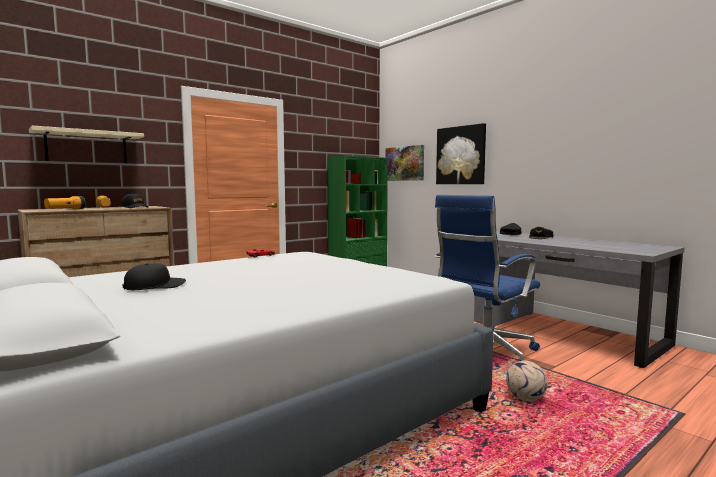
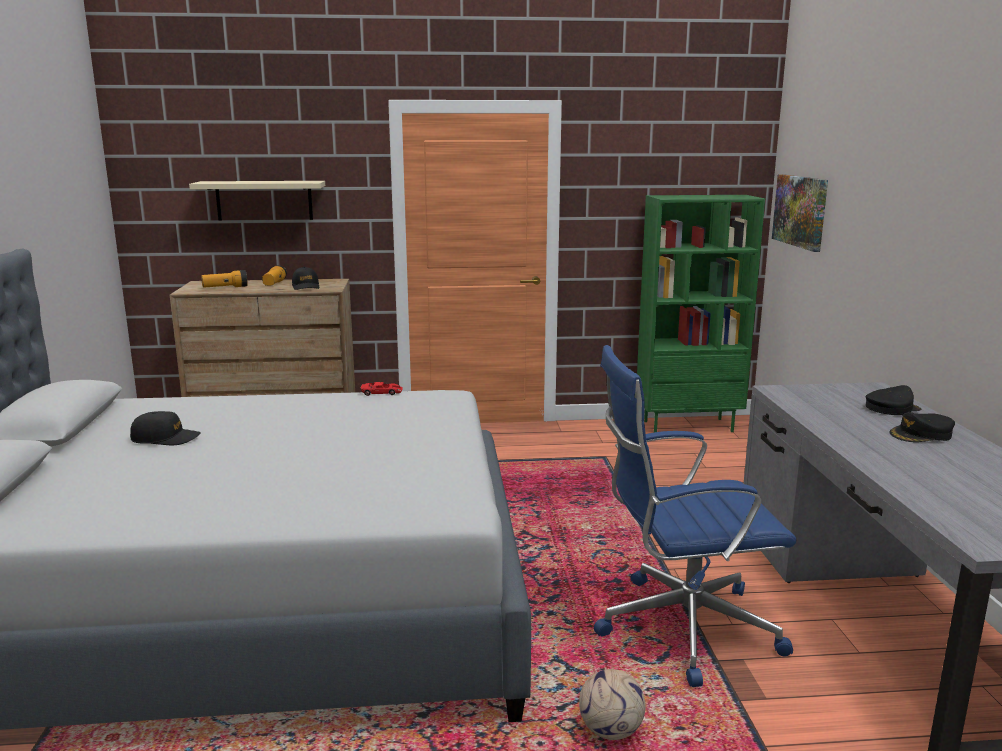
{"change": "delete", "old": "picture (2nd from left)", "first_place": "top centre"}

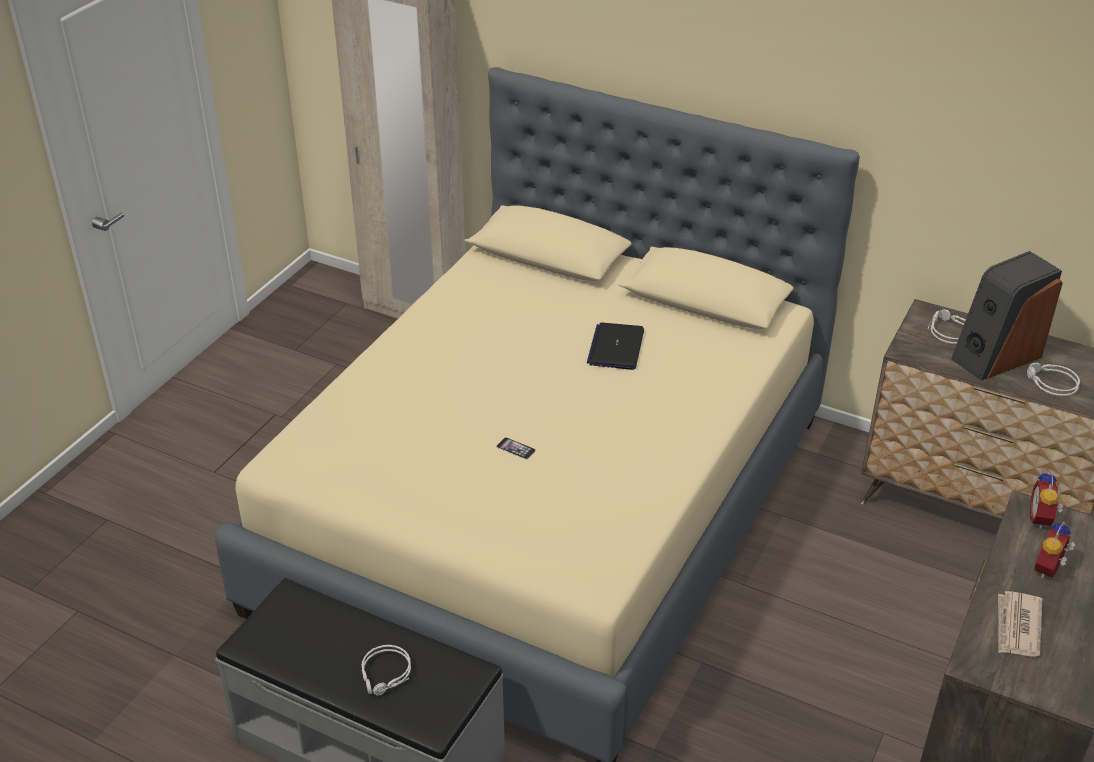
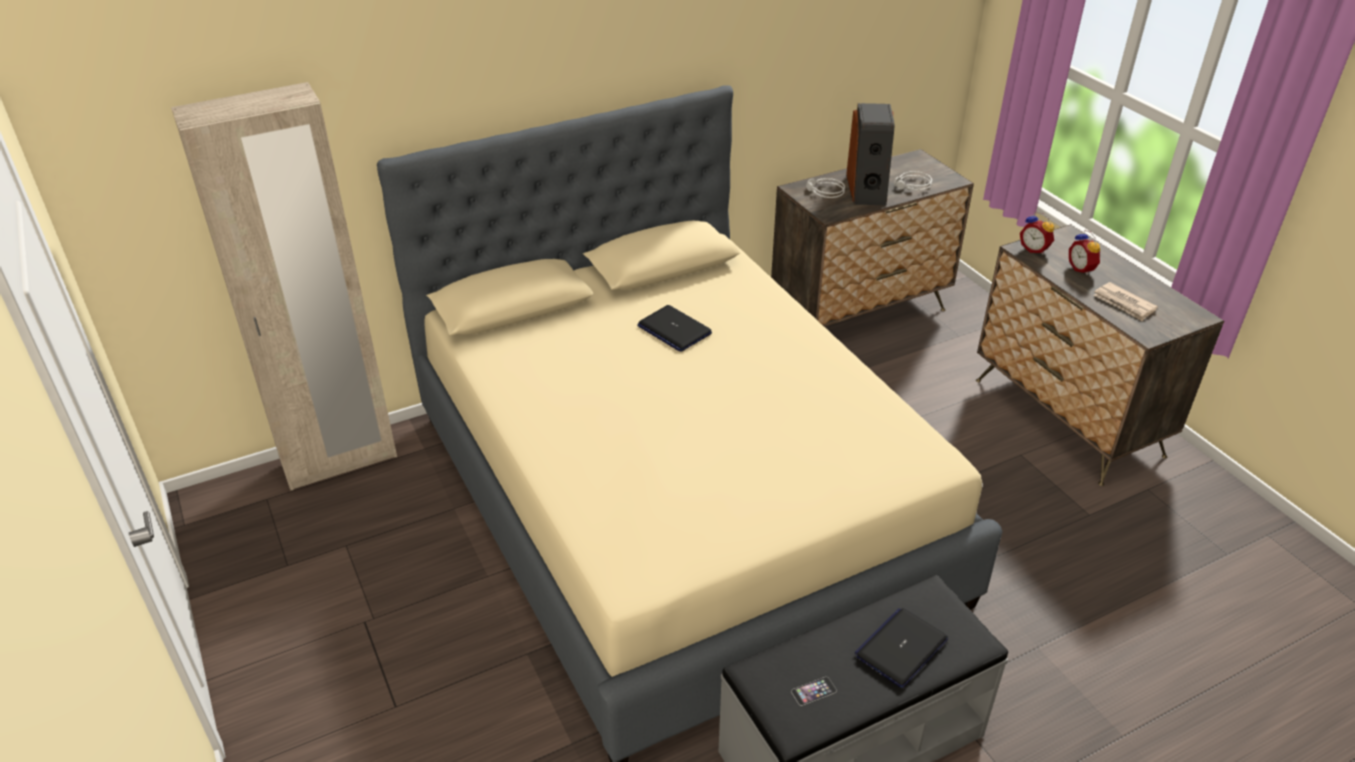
{"change": "move", "old": "phone", "first_place": "centre", "second_place": "bottom centre"}
{"change": "replace", "old": "headphones (grey) (1st from left)", "new": "laptop (2nd from left)", "first_place": "bottom centre", "second_place": "bottom centre"}

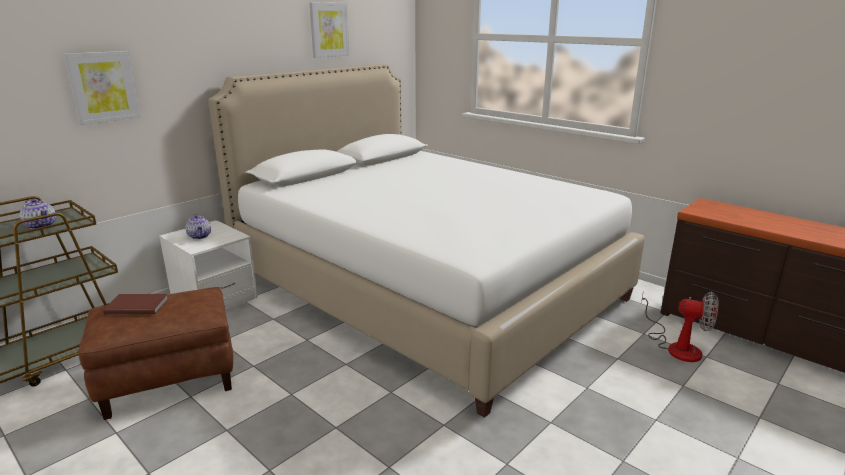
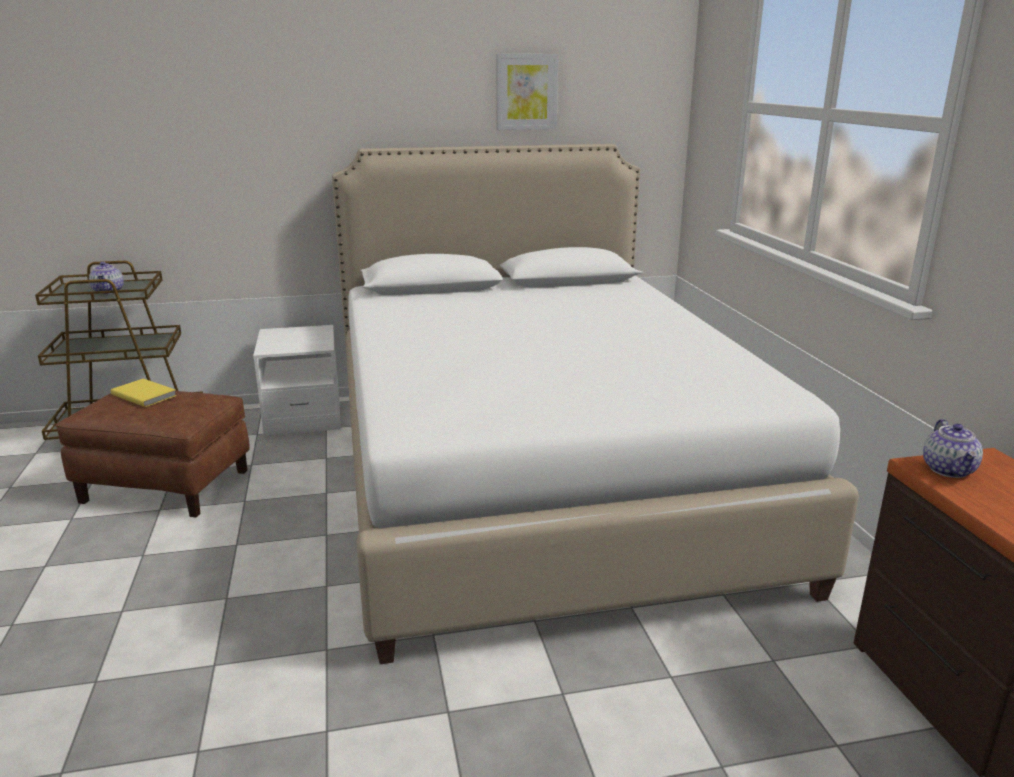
{"change": "delete", "old": "picture (1st from left)", "first_place": "top left"}
{"change": "delete", "old": "fan", "first_place": "bottom right"}
{"change": "move", "old": "teapot (2nd from left)", "first_place": "middle left", "second_place": "middle right"}
{"change": "recolor", "old": "book (brown)", "new": "book (yellow)", "first_place": "middle left", "second_place": "middle left"}

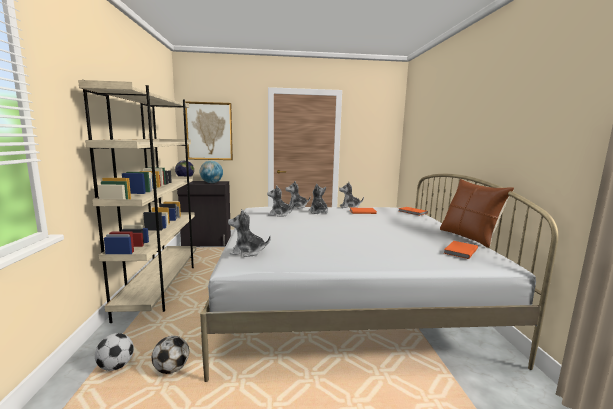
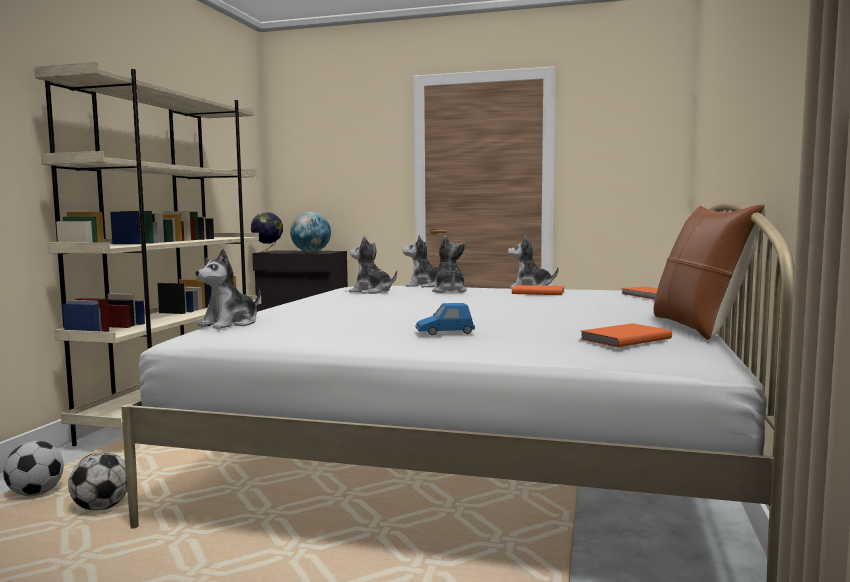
{"change": "delete", "old": "picture", "first_place": "top centre"}
{"change": "insert", "new": "toy car (blue)", "second_place": "centre"}
{"change": "rotate", "old": "plush toy (1st from left)", "first_place": "centre", "second_place": "middle left", "degrees": -75}

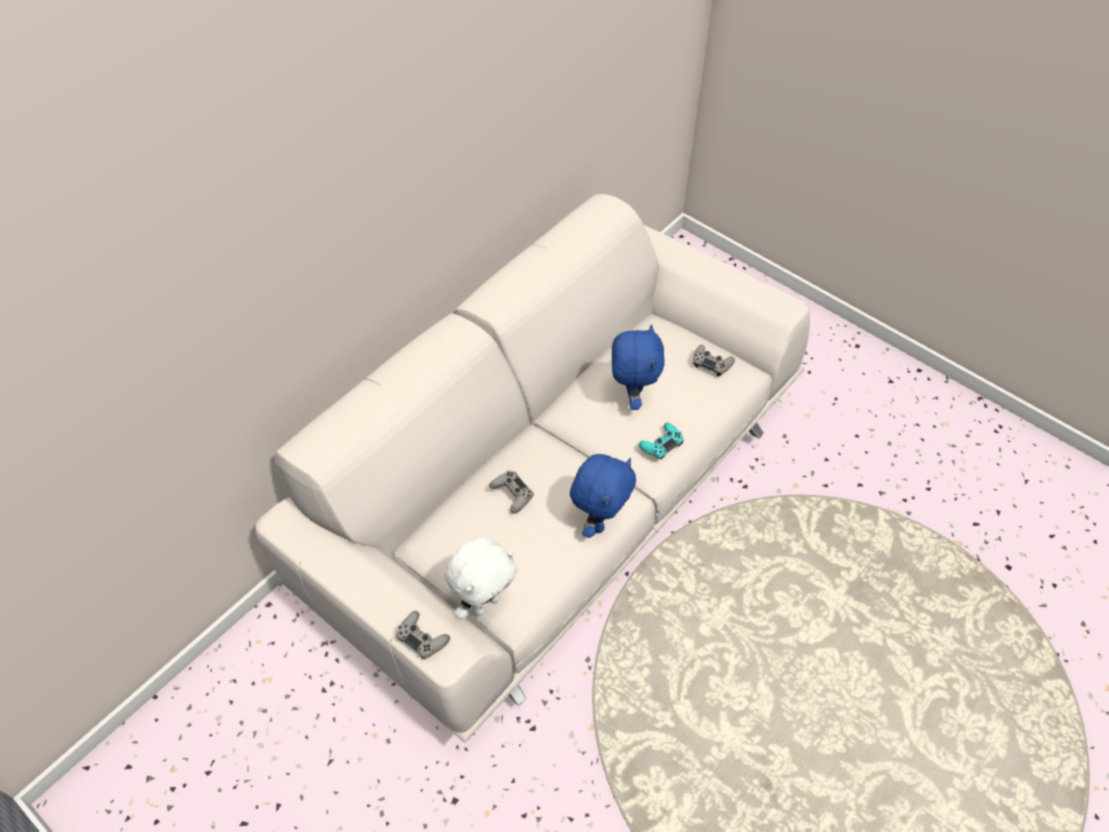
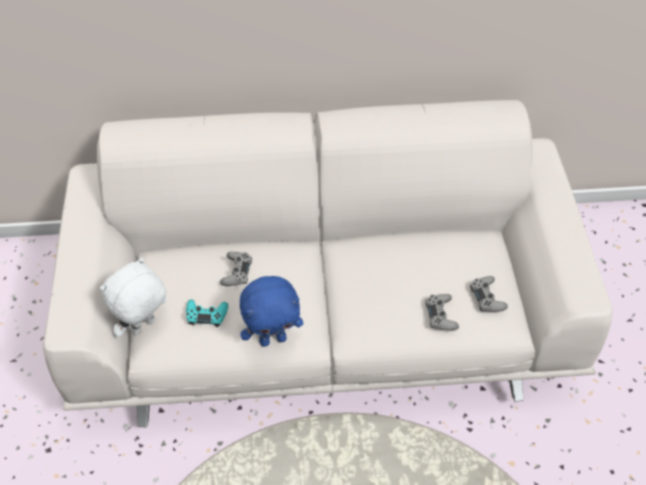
{"change": "delete", "old": "plush toy (blue) (2nd from left)", "first_place": "centre"}
{"change": "move", "old": "game controller (grey) (1st from left in the first image)", "new": "game controller (grey) (2nd from left)", "first_place": "bottom centre", "second_place": "middle right"}
{"change": "move", "old": "game controller (turquoise)", "first_place": "centre", "second_place": "middle left"}
{"change": "rotate", "old": "plush toy (white)", "first_place": "bottom centre", "second_place": "middle left", "degrees": 135}

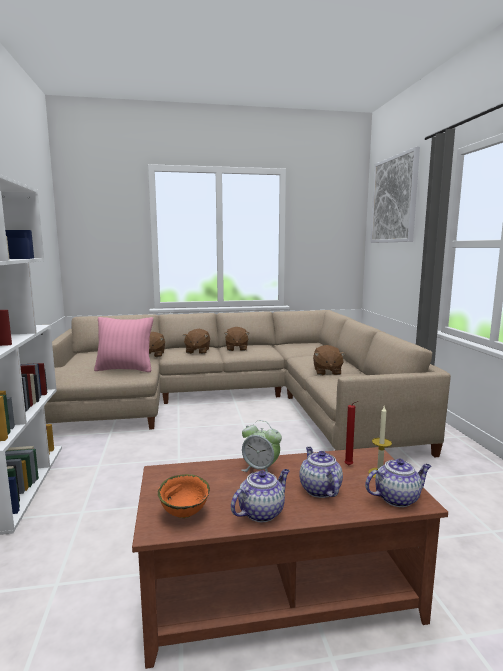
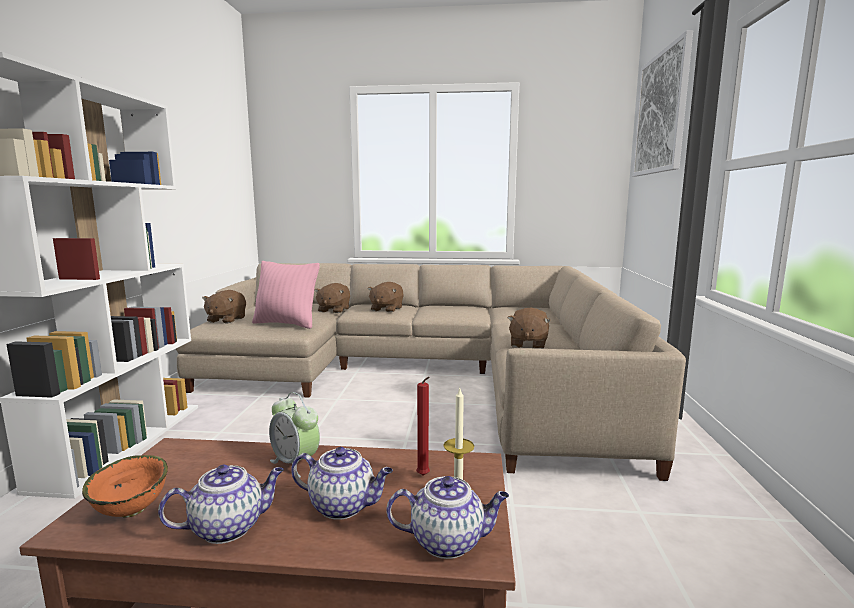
{"change": "move", "old": "plush toy (brown) (3rd from left in the first image)", "new": "plush toy (brown) (1st from left)", "first_place": "centre", "second_place": "middle left"}
{"change": "rotate", "old": "teapot (2nd from left)", "first_place": "bottom centre", "second_place": "bottom centre", "degrees": 105}

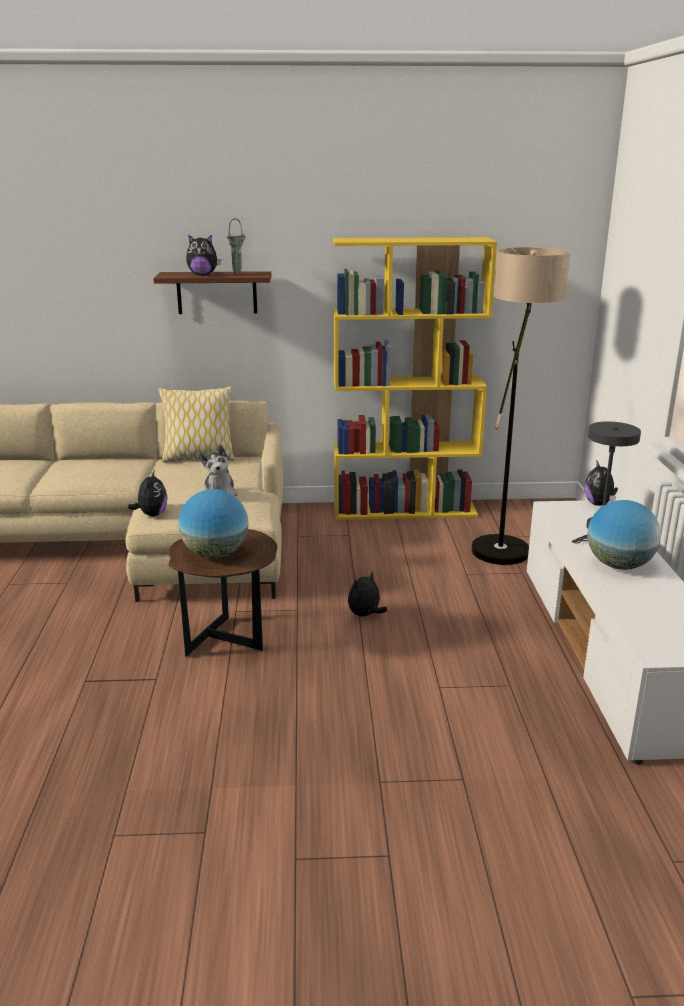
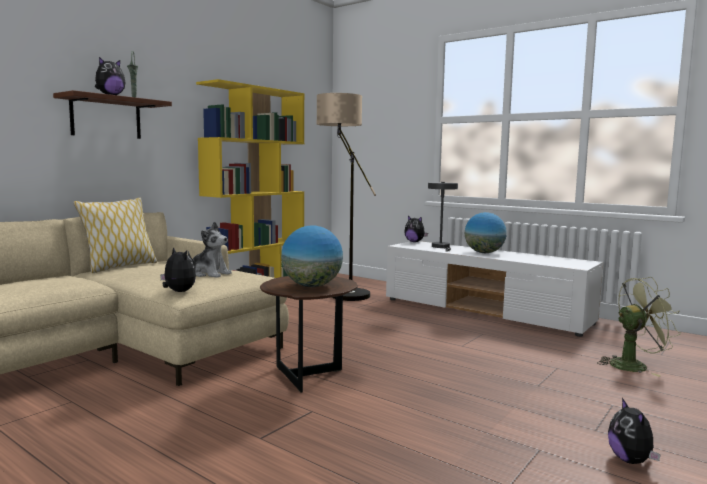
{"change": "insert", "new": "fan (green)", "second_place": "bottom right"}
{"change": "move", "old": "plush toy (4th from left in the first image)", "new": "plush toy (5th from left)", "first_place": "centre", "second_place": "bottom right"}

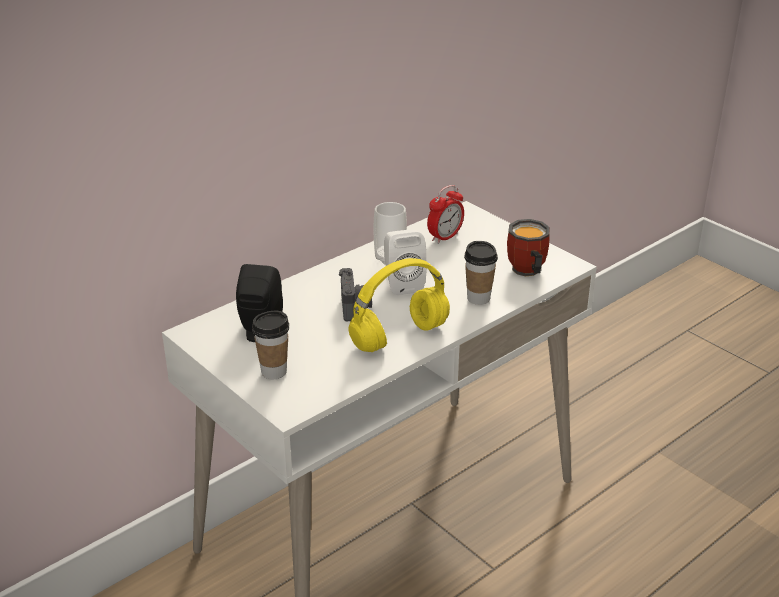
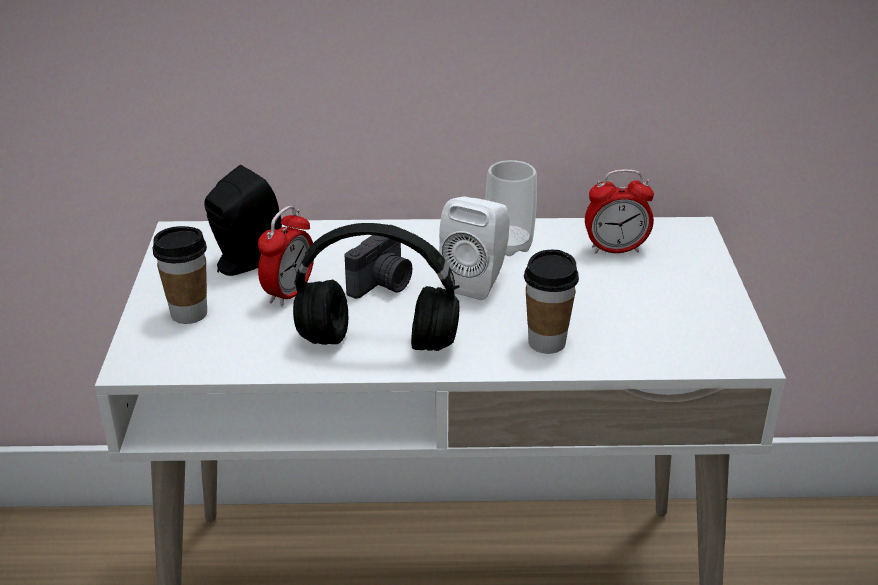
{"change": "delete", "old": "mug", "first_place": "middle right"}
{"change": "insert", "new": "alarm clock (1st from left)", "second_place": "middle left"}
{"change": "recolor", "old": "headphones (yellow)", "new": "headphones (black)", "first_place": "centre", "second_place": "centre"}

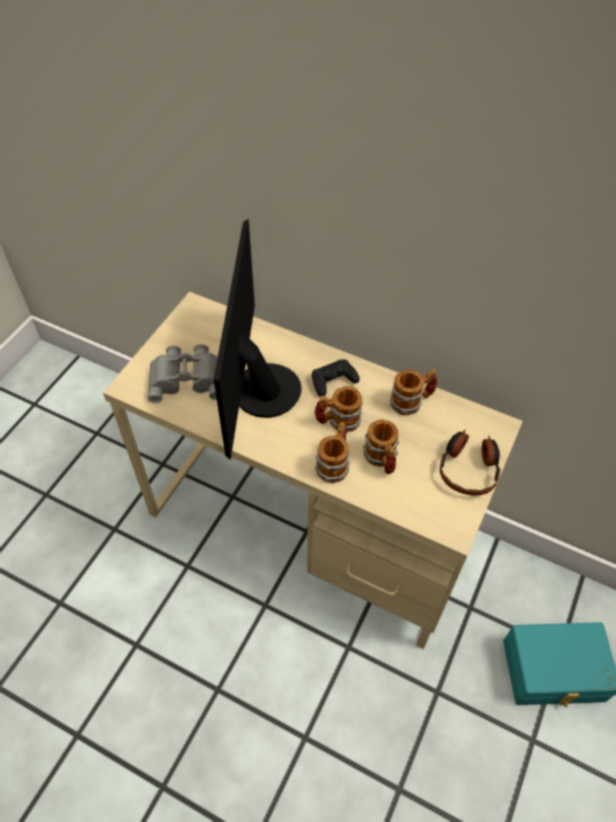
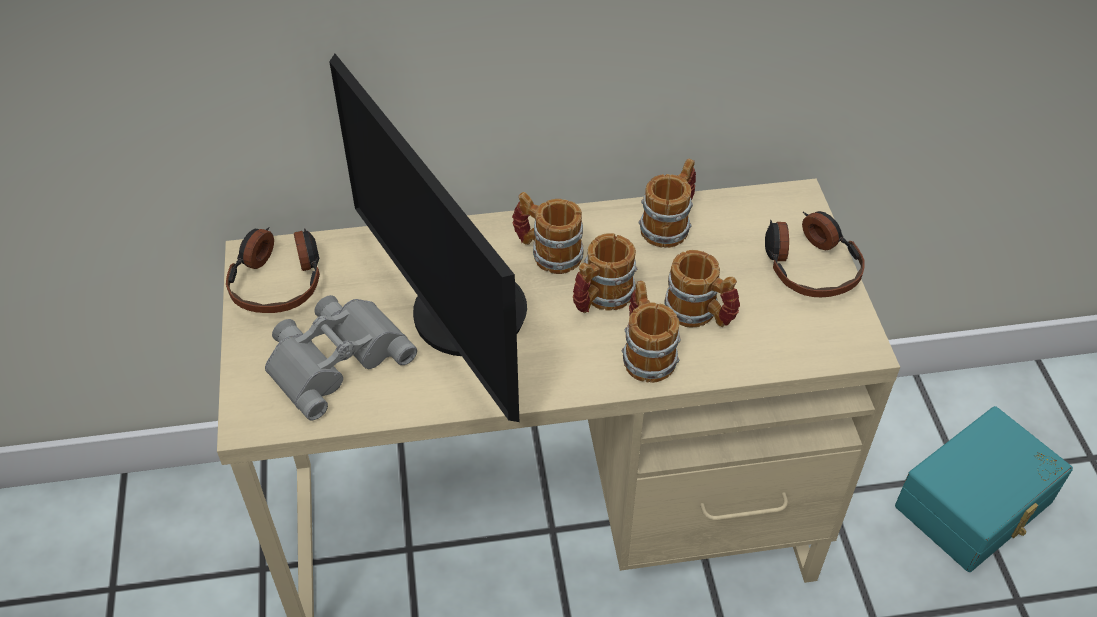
{"change": "insert", "new": "headphones (1st from left)", "second_place": "middle left"}
{"change": "replace", "old": "game controller (black)", "new": "mug (1st from left)", "first_place": "centre", "second_place": "centre"}

